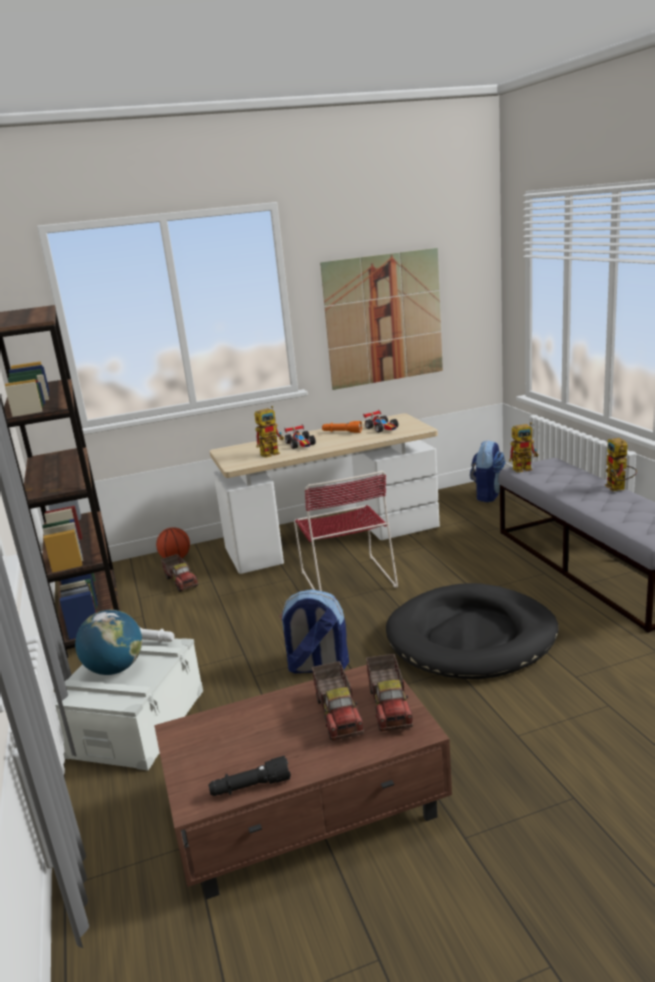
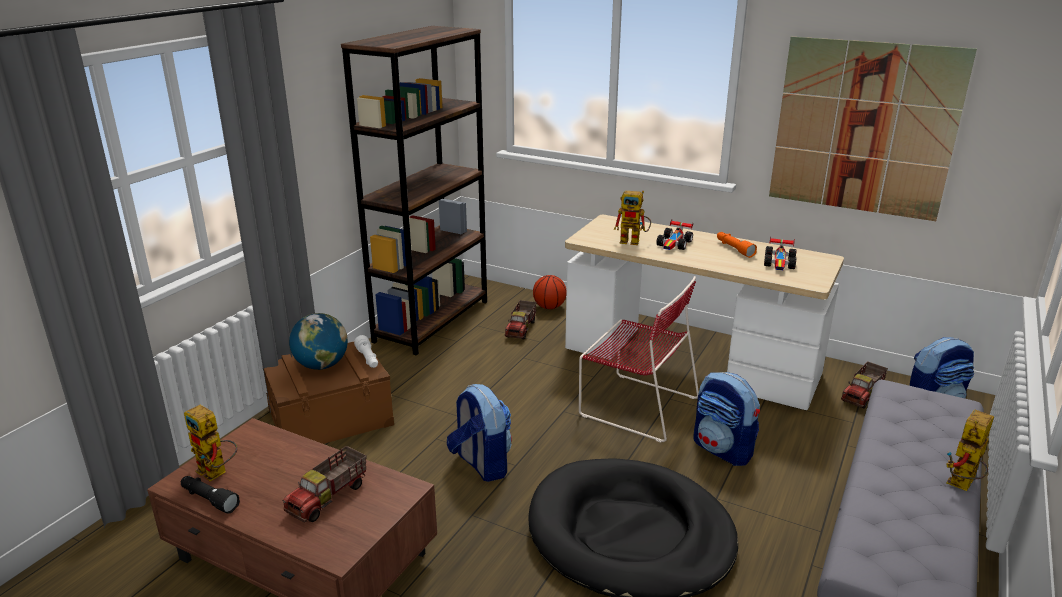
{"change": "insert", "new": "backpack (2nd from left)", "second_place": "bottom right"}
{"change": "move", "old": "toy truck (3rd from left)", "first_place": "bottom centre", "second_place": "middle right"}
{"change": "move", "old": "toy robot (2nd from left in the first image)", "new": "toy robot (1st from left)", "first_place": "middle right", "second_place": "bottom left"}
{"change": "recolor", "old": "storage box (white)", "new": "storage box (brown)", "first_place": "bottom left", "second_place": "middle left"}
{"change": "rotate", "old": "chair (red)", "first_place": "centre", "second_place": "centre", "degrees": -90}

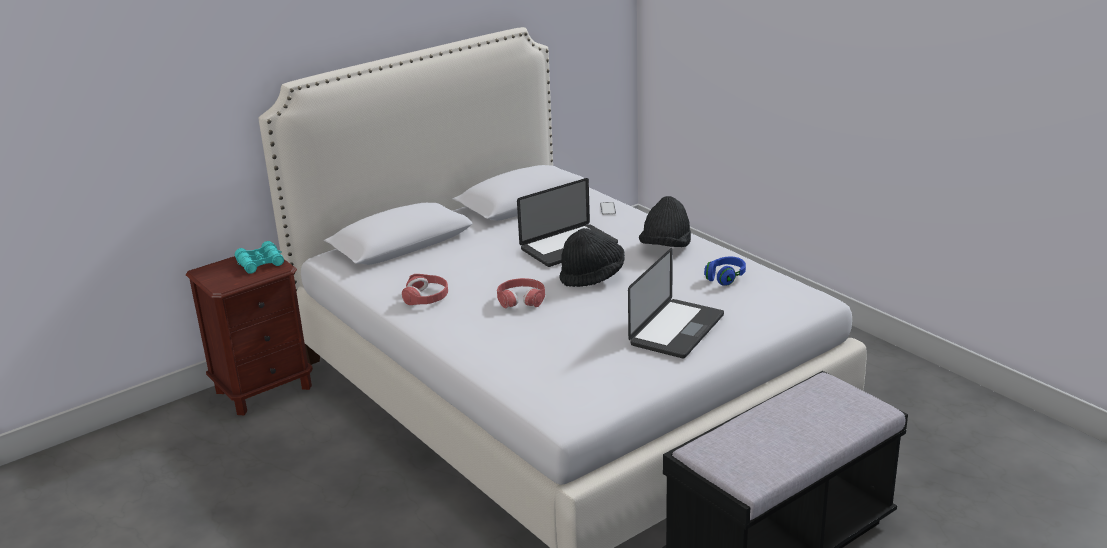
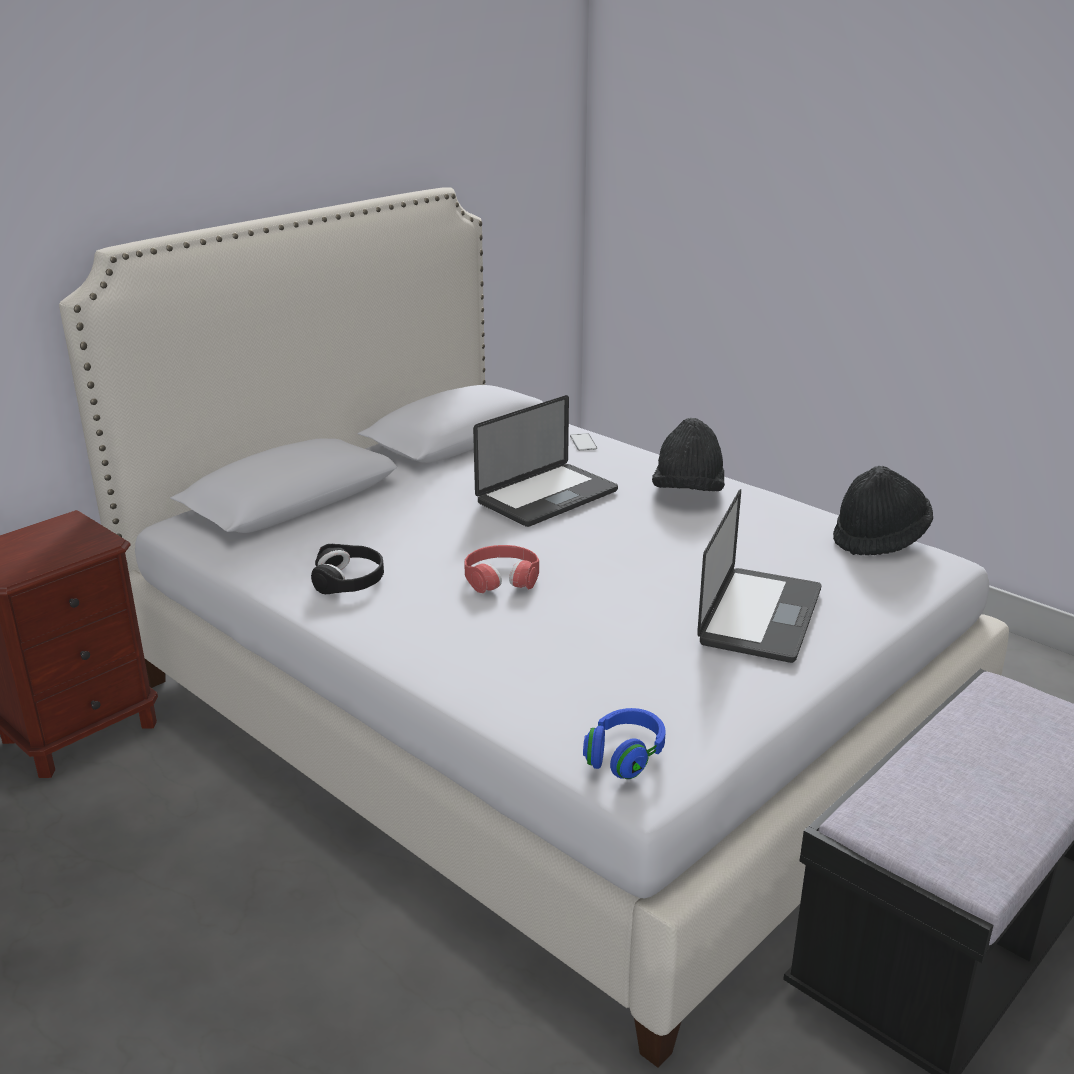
{"change": "delete", "old": "binoculars (turquoise)", "first_place": "middle left"}
{"change": "move", "old": "hat (black) (1st from left in the first image)", "new": "hat (black) (2nd from left)", "first_place": "centre", "second_place": "middle right"}
{"change": "move", "old": "headphones (blue)", "first_place": "centre", "second_place": "bottom centre"}
{"change": "recolor", "old": "headphones (red) (1st from left)", "new": "headphones (black)", "first_place": "centre", "second_place": "middle left"}

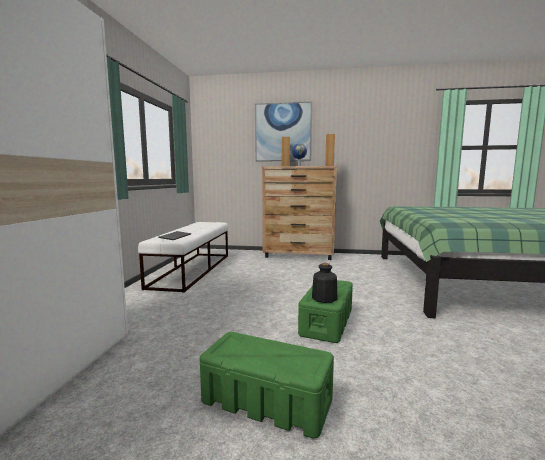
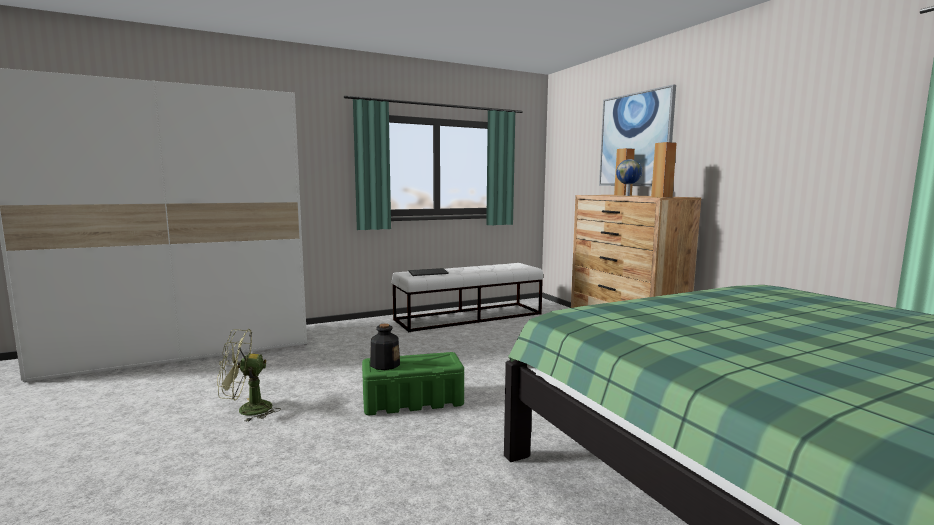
{"change": "replace", "old": "storage box (green) (1st from left)", "new": "fan (green)", "first_place": "bottom centre", "second_place": "bottom left"}

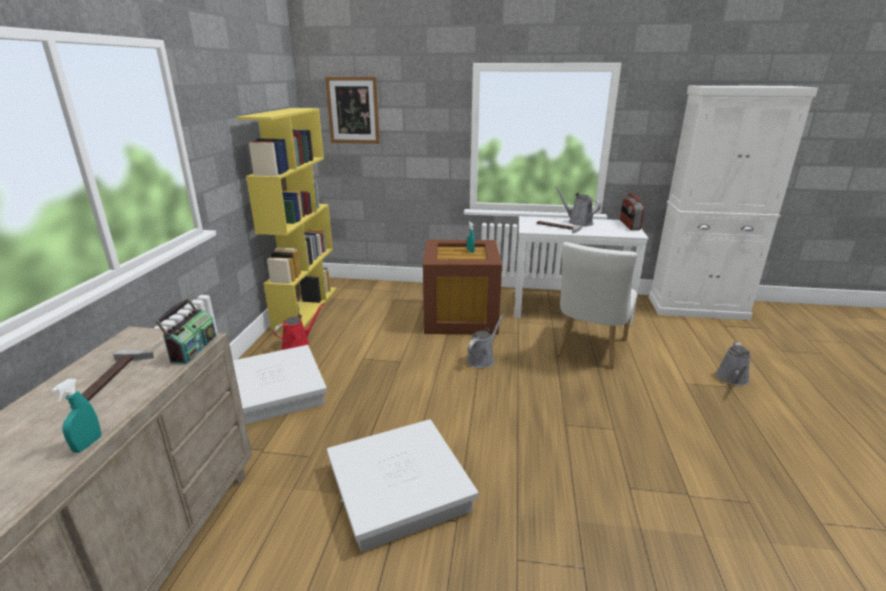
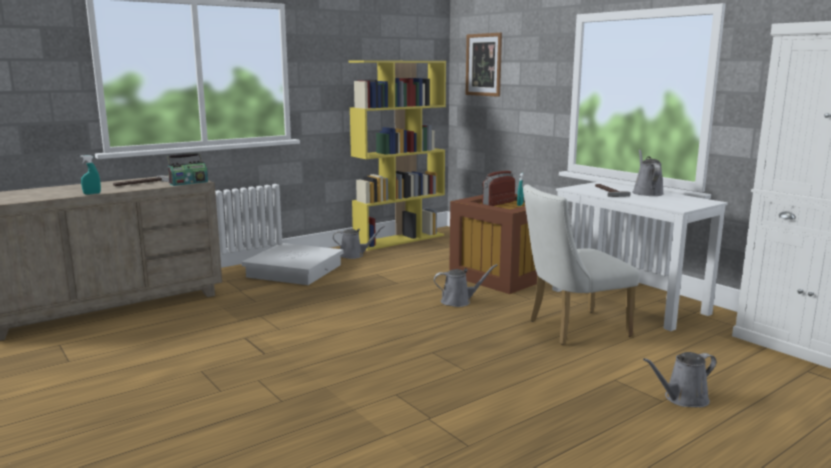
{"change": "delete", "old": "storage box (white) (2nd from left)", "first_place": "bottom centre"}
{"change": "move", "old": "radio (2nd from left)", "first_place": "middle right", "second_place": "centre"}
{"change": "recolor", "old": "watering can (red)", "new": "watering can (grey) (1st from left)", "first_place": "centre", "second_place": "centre"}

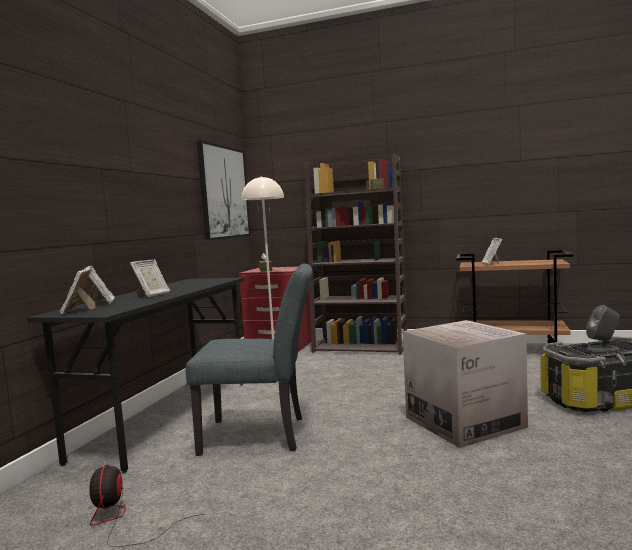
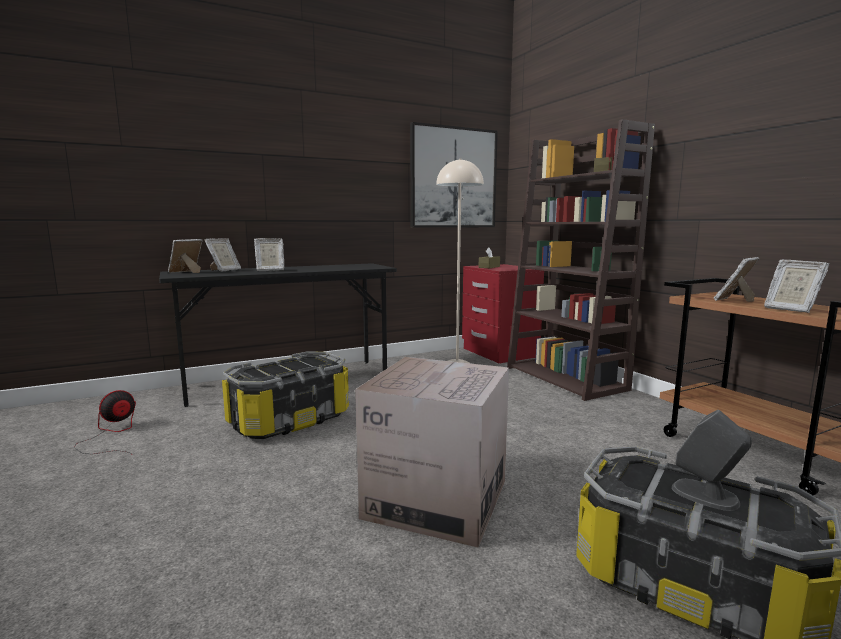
{"change": "insert", "new": "picture frame (5th from left)", "second_place": "middle right"}
{"change": "replace", "old": "chair (grey)", "new": "storage box (1st from left)", "first_place": "centre", "second_place": "centre"}

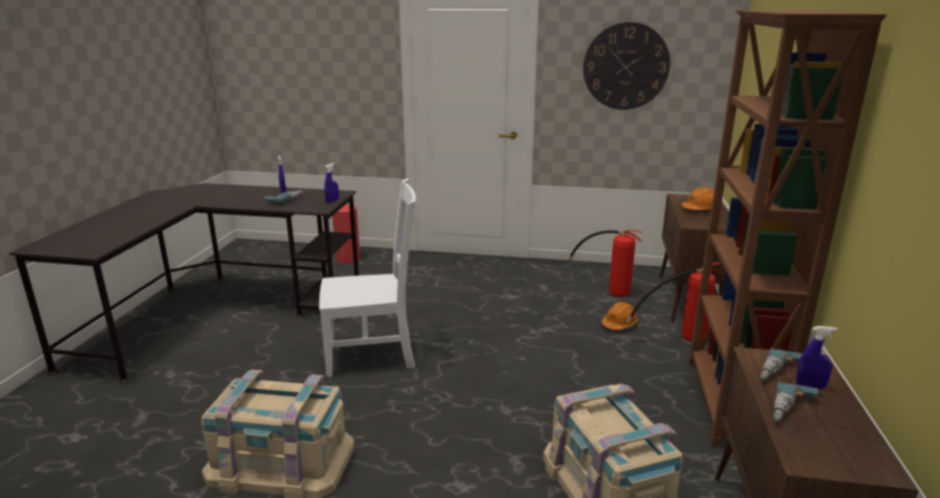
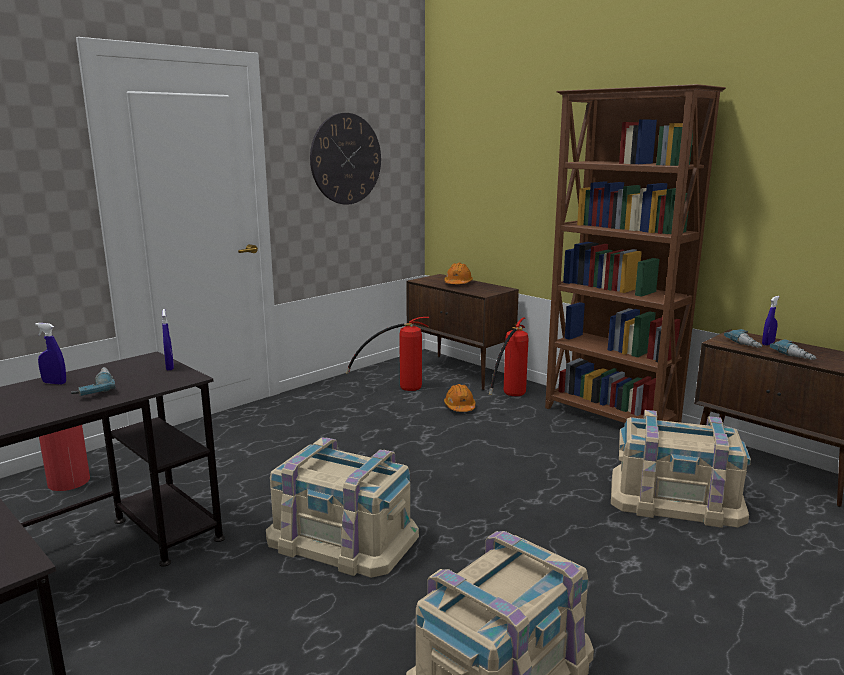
{"change": "replace", "old": "chair (white)", "new": "storage box (beige) (1st from left)", "first_place": "centre", "second_place": "bottom centre"}

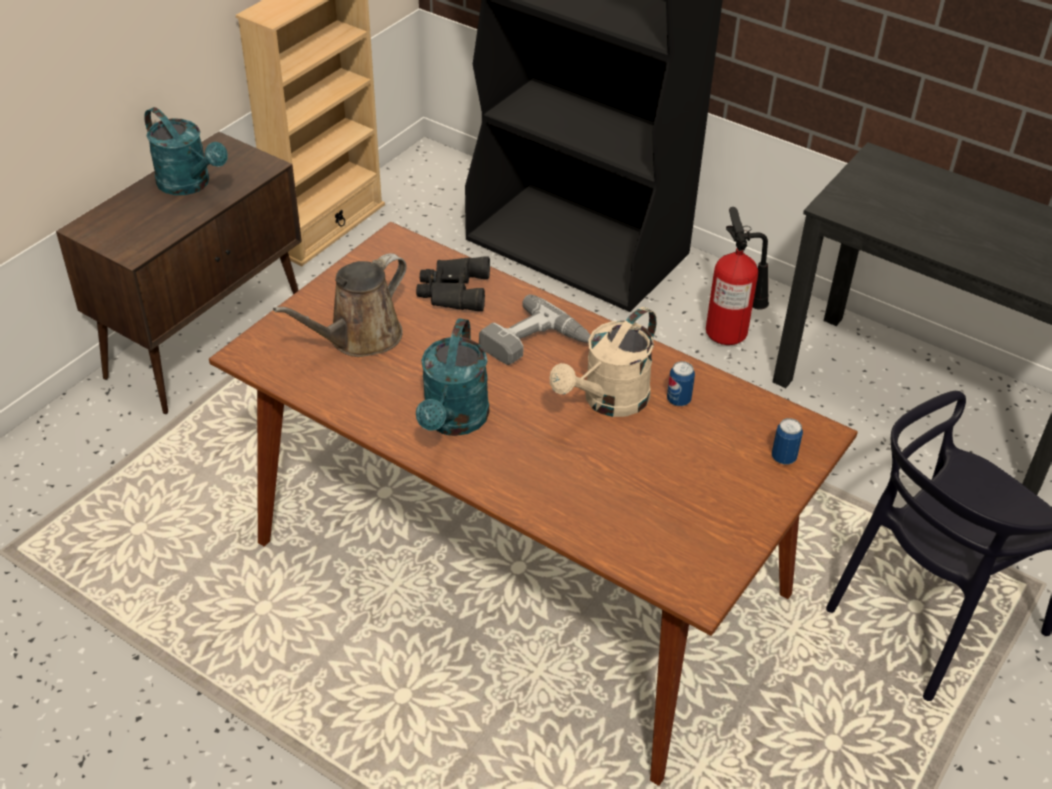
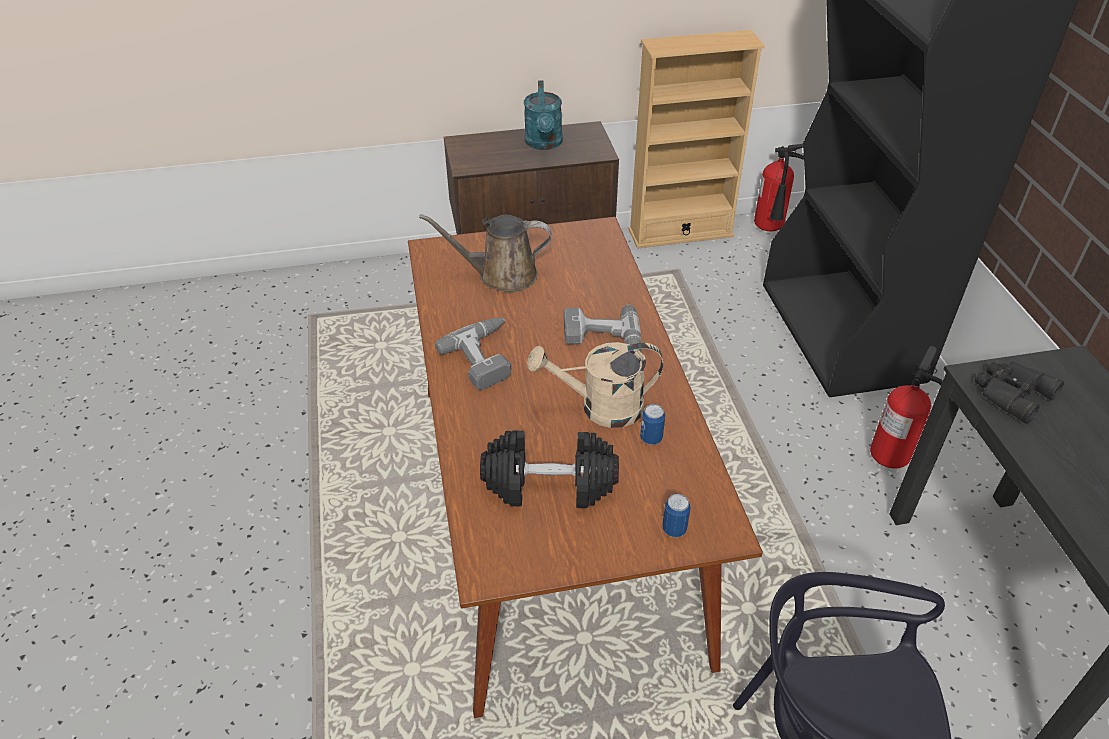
{"change": "insert", "new": "dumbbell (black)", "second_place": "centre"}
{"change": "insert", "new": "fire extinguisher (1st from left)", "second_place": "top right"}
{"change": "move", "old": "binoculars (black)", "first_place": "centre", "second_place": "middle right"}
{"change": "replace", "old": "watering can (turquoise) (2nd from left)", "new": "power drill (1st from left)", "first_place": "centre", "second_place": "centre"}

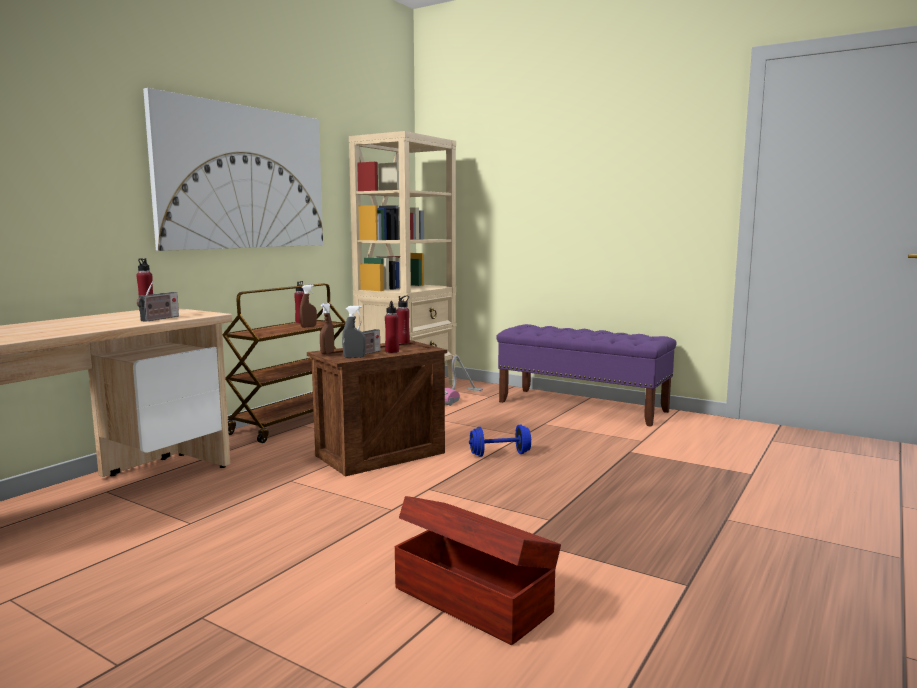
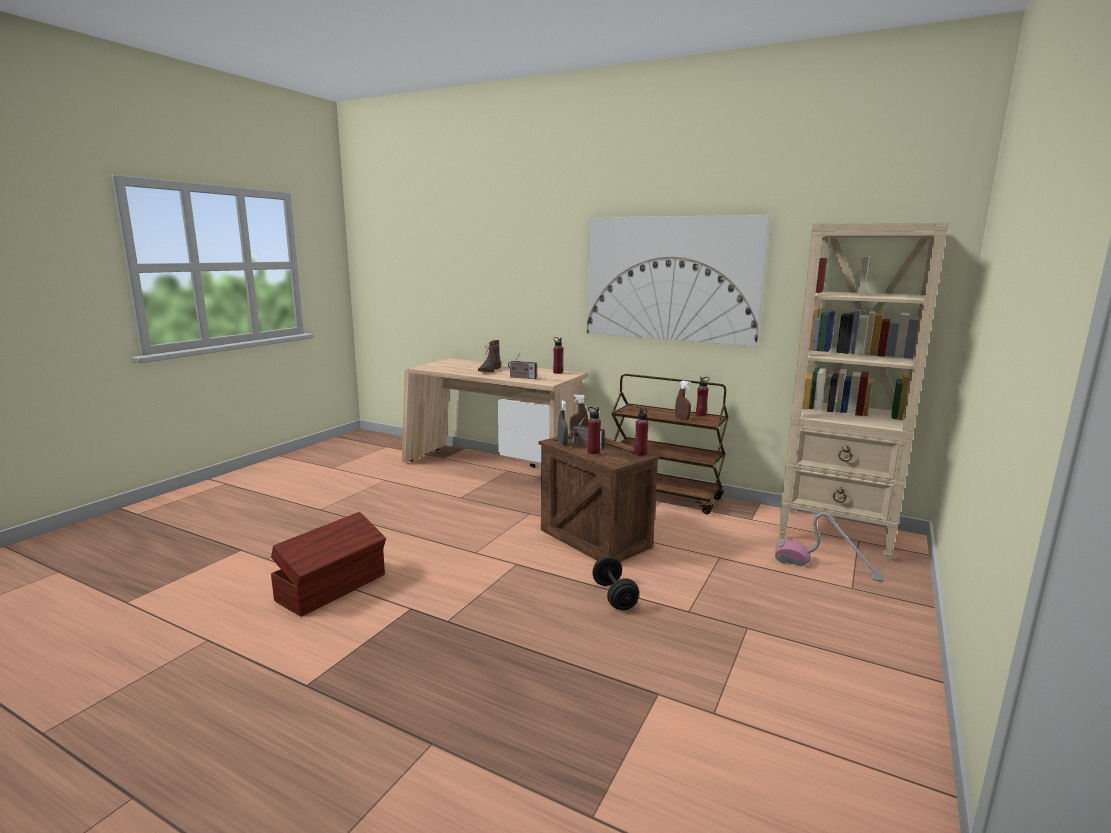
{"change": "delete", "old": "bench (purple)", "first_place": "centre"}
{"change": "insert", "new": "boot", "second_place": "centre"}
{"change": "recolor", "old": "dumbbell (blue)", "new": "dumbbell (black)", "first_place": "centre", "second_place": "bottom centre"}

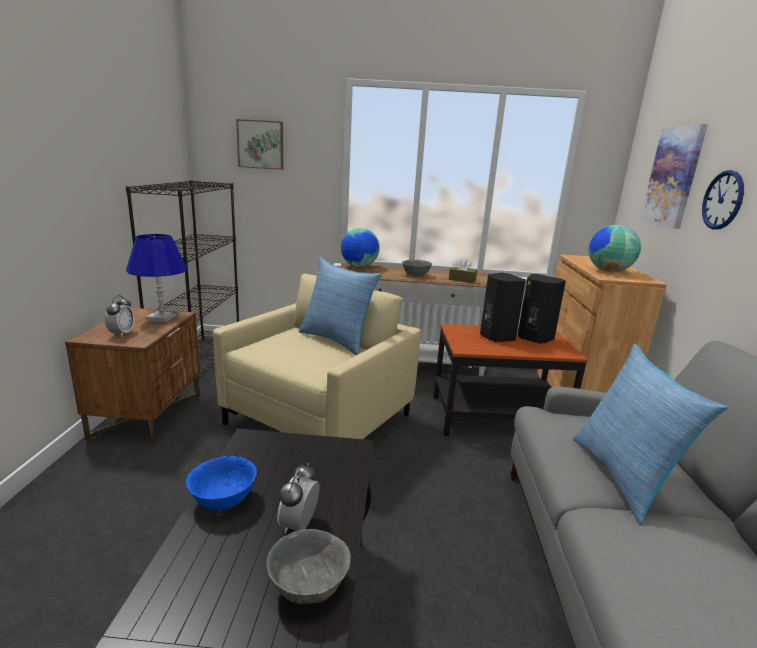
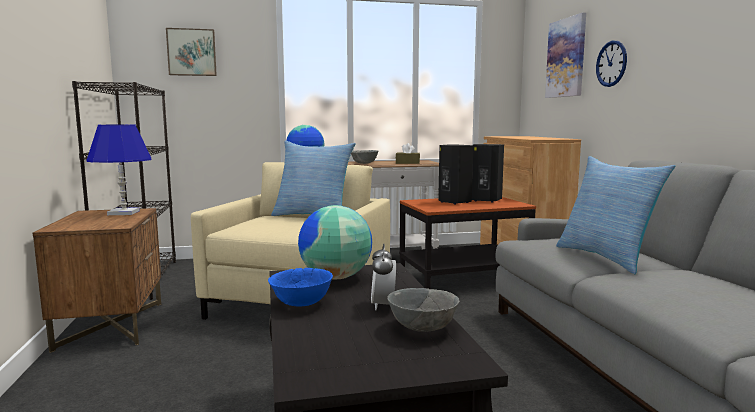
{"change": "delete", "old": "alarm clock (1st from left)", "first_place": "middle left"}
{"change": "move", "old": "globe (2nd from left)", "first_place": "middle right", "second_place": "centre"}

